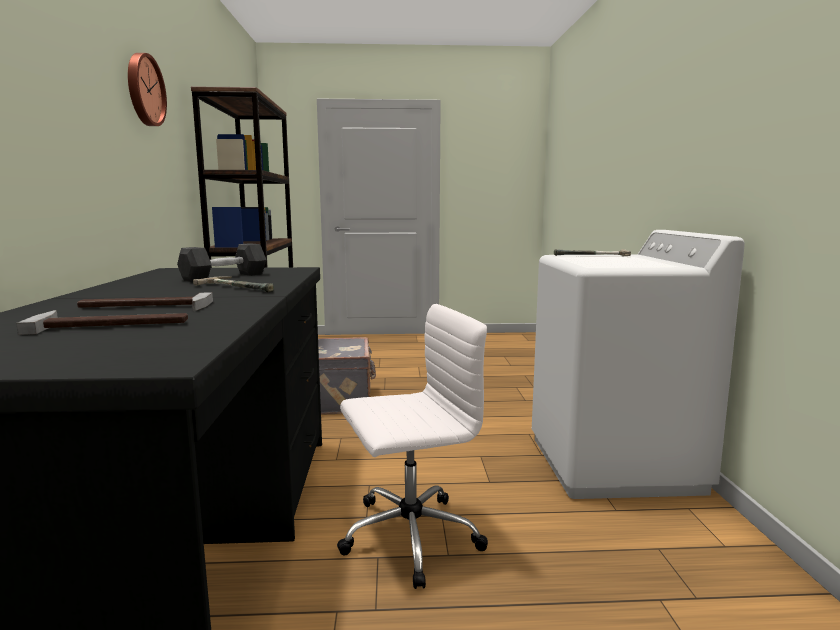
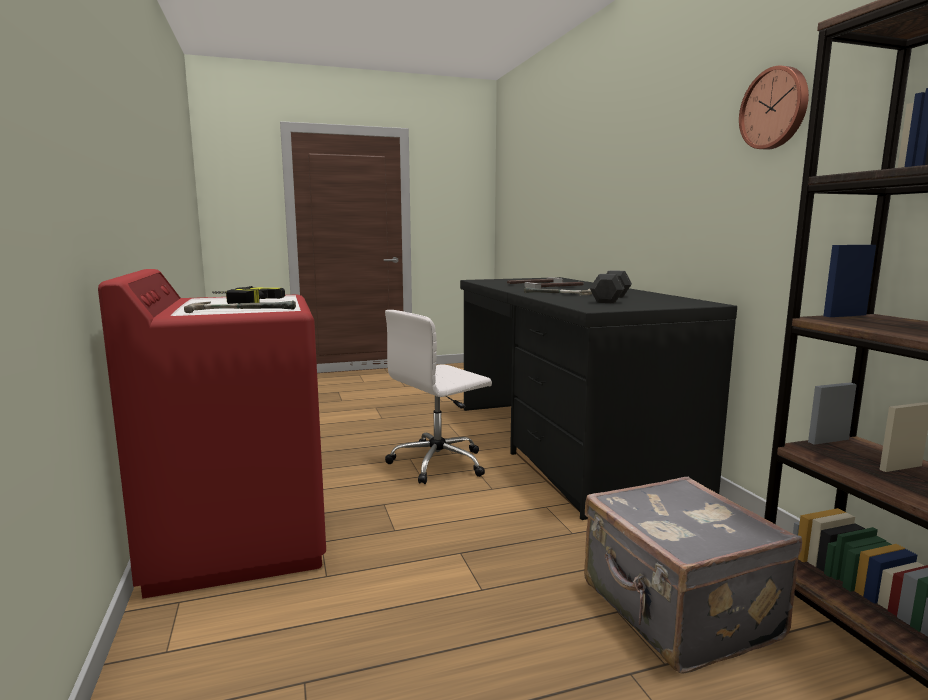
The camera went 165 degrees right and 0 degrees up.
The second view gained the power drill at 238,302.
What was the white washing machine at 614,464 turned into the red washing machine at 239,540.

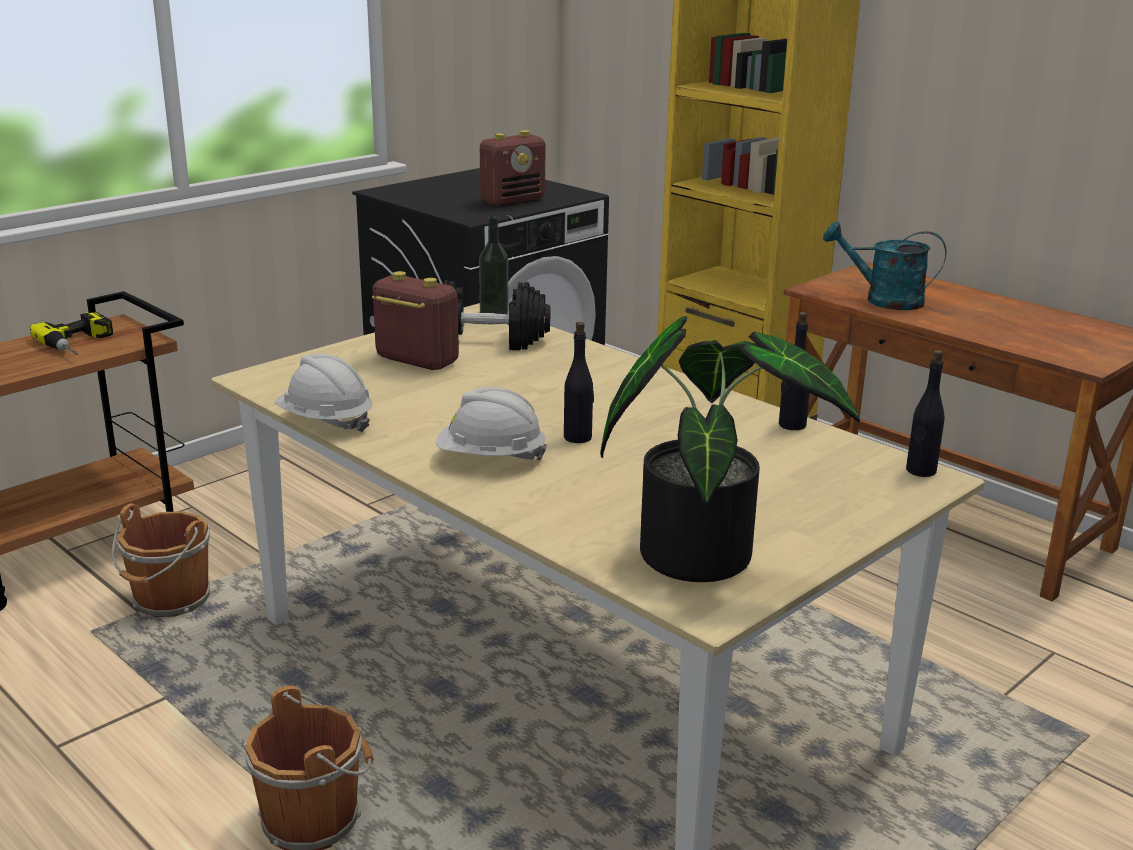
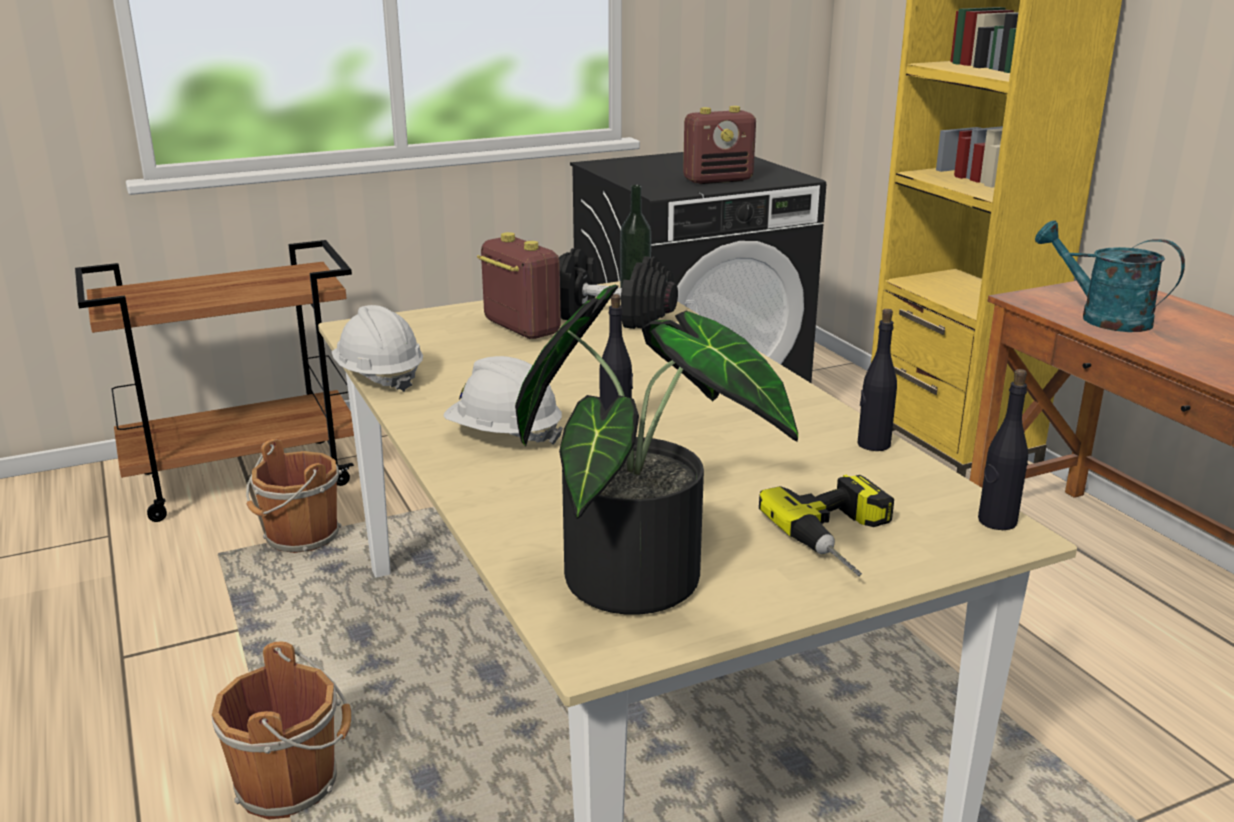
The camera went 20 degrees right and 0 degrees up.
The power drill ended up elsewhere, having gone from 82,344 to 846,538.

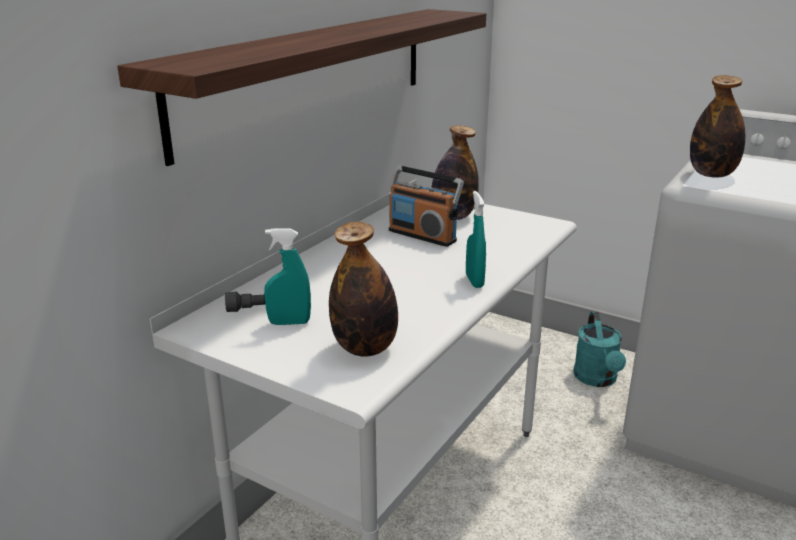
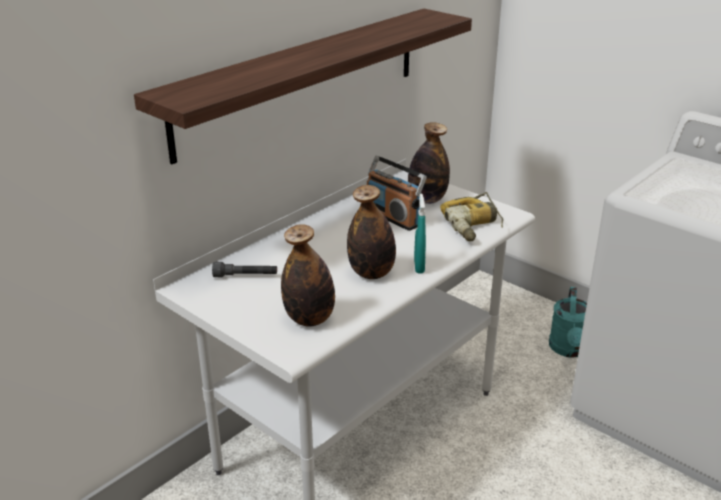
The camera went 10 degrees right and 5 degrees up.
The second view lost the turquoise spray bottle at 289,323.
The second view gained the power drill at 474,225.
The bottle ended up elsewhere, having gone from 711,174 to 371,273.

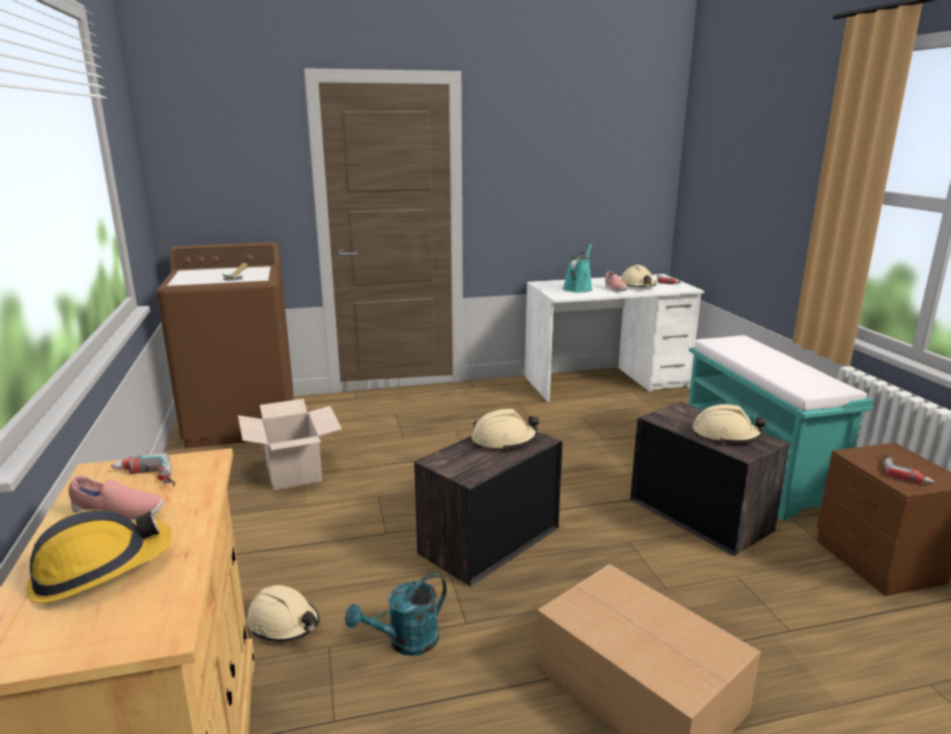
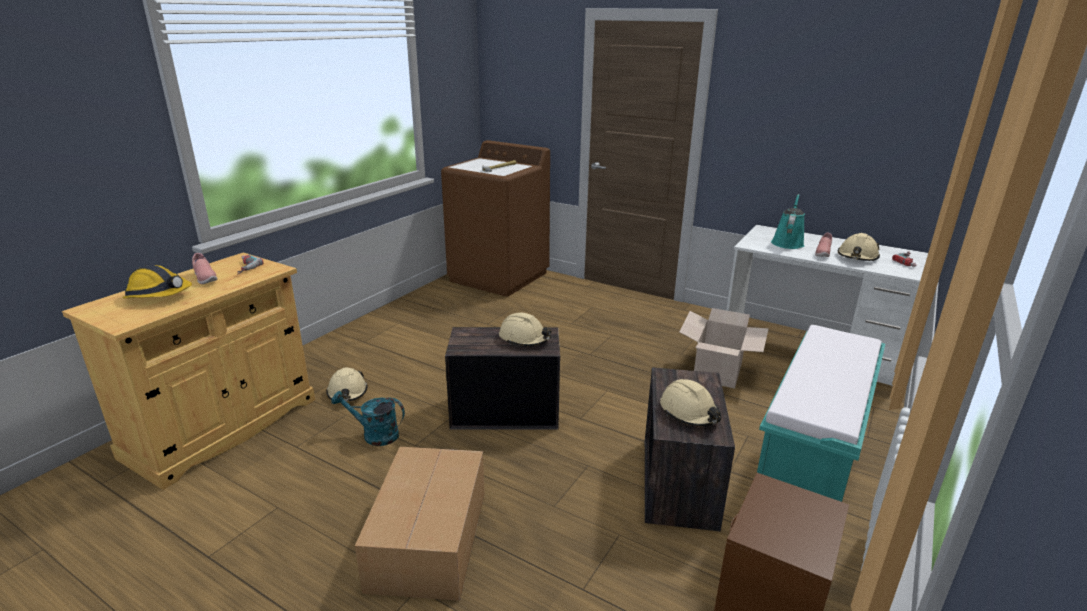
The camera went 45 degrees right and 5 degrees up.
The second view lost the power drill at 905,471.
The cardboard box ended up elsewhere, having gone from 293,471 to 717,371.
The turquoise watering can at 578,288 ended up facing another way, 45 degrees counterclockwise from before.

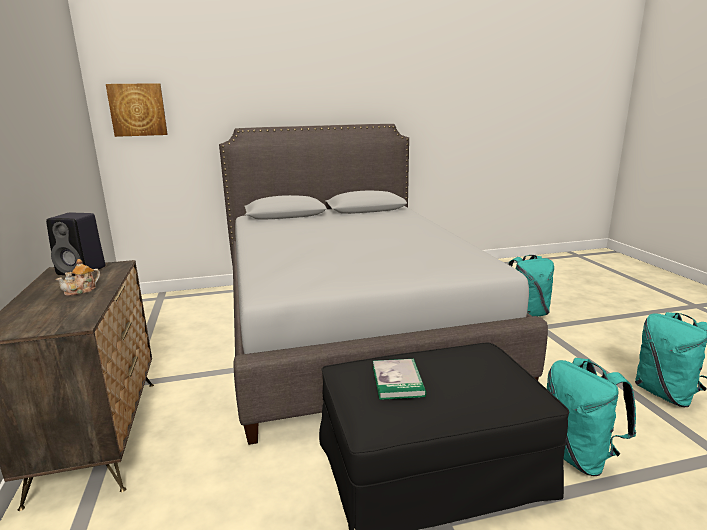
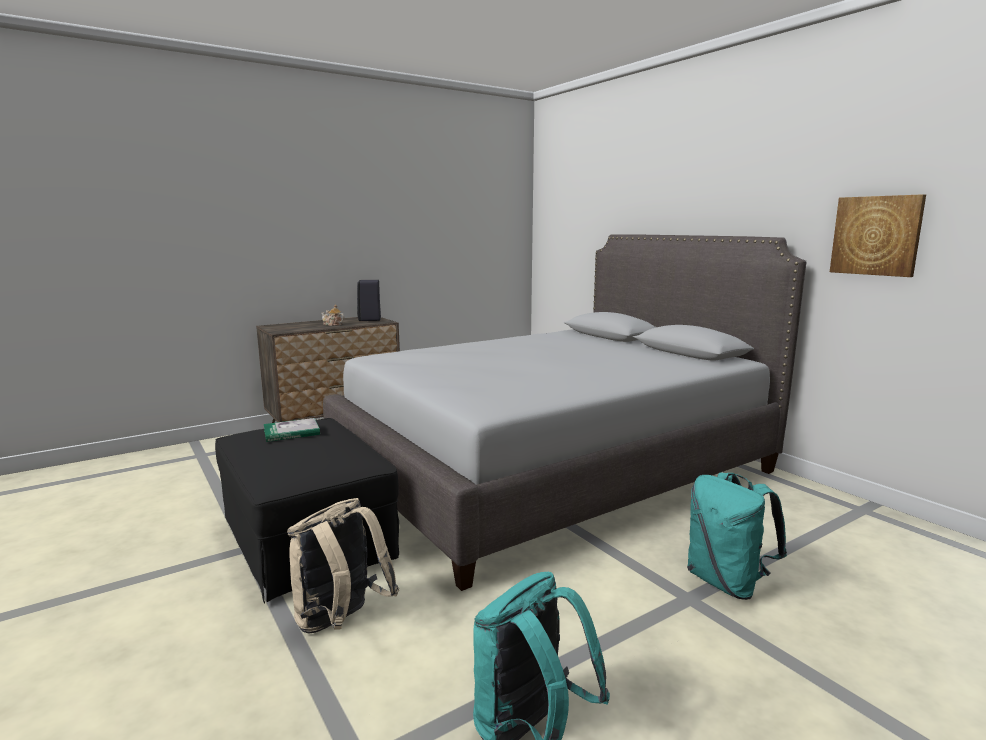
The camera went 70 degrees right and 5 degrees down.
The picture ended up elsewhere, having gone from 138,110 to 876,235.
What was the turquoise backpack at 578,456 turned into the beige backpack at 340,622.

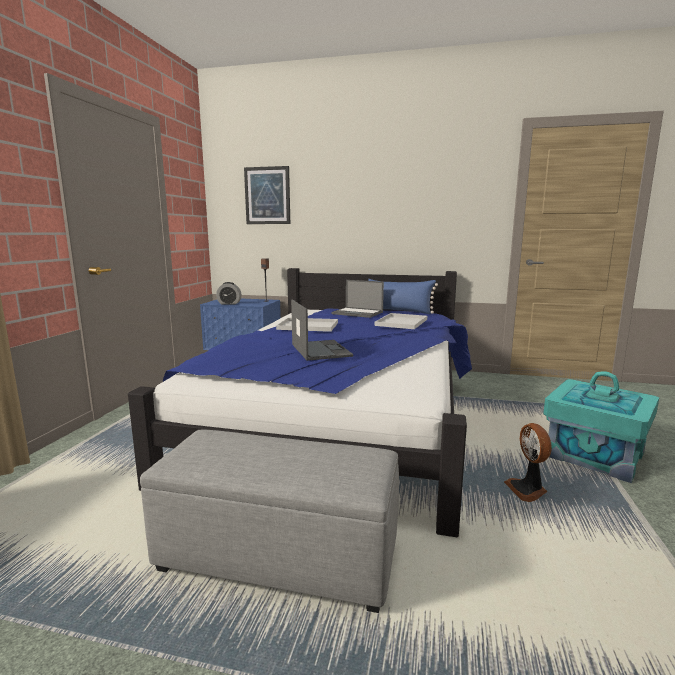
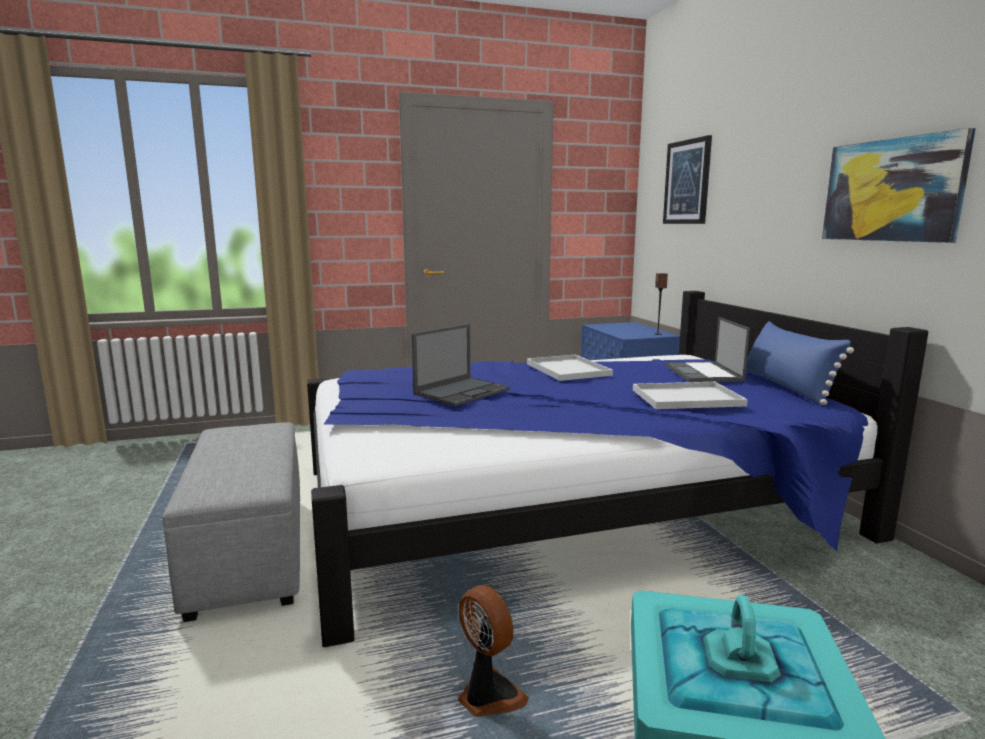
The camera went 60 degrees right and 0 degrees up.
The second view lost the alarm clock at 229,303.
The second view gained the picture at 892,190.
The fan at 527,490 ended up facing another way, 90 degrees clockwise from before.

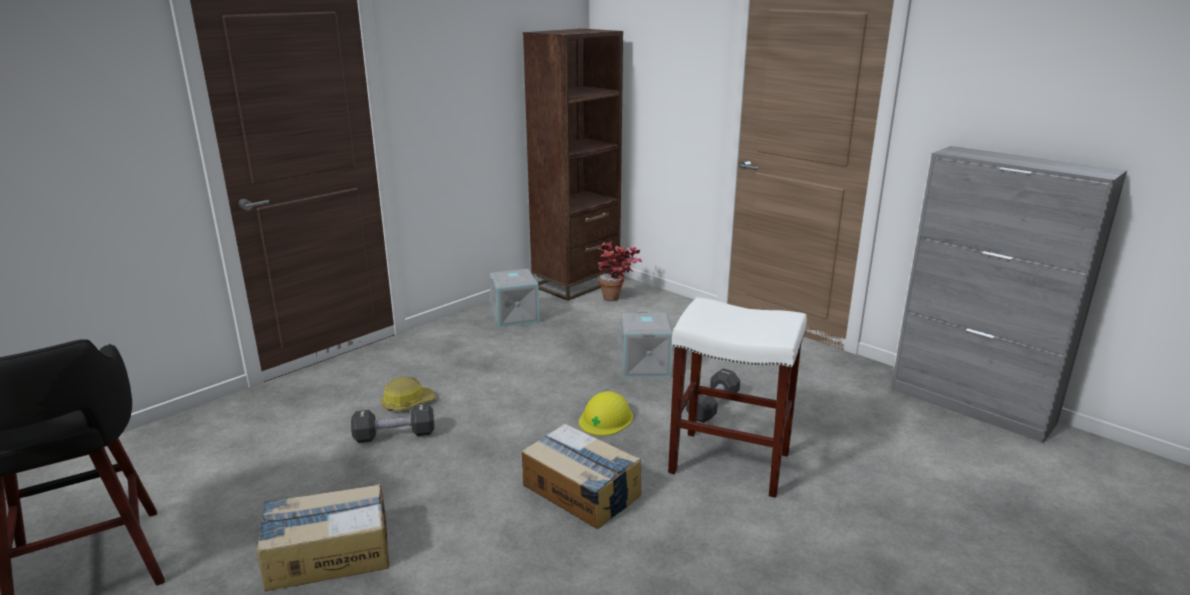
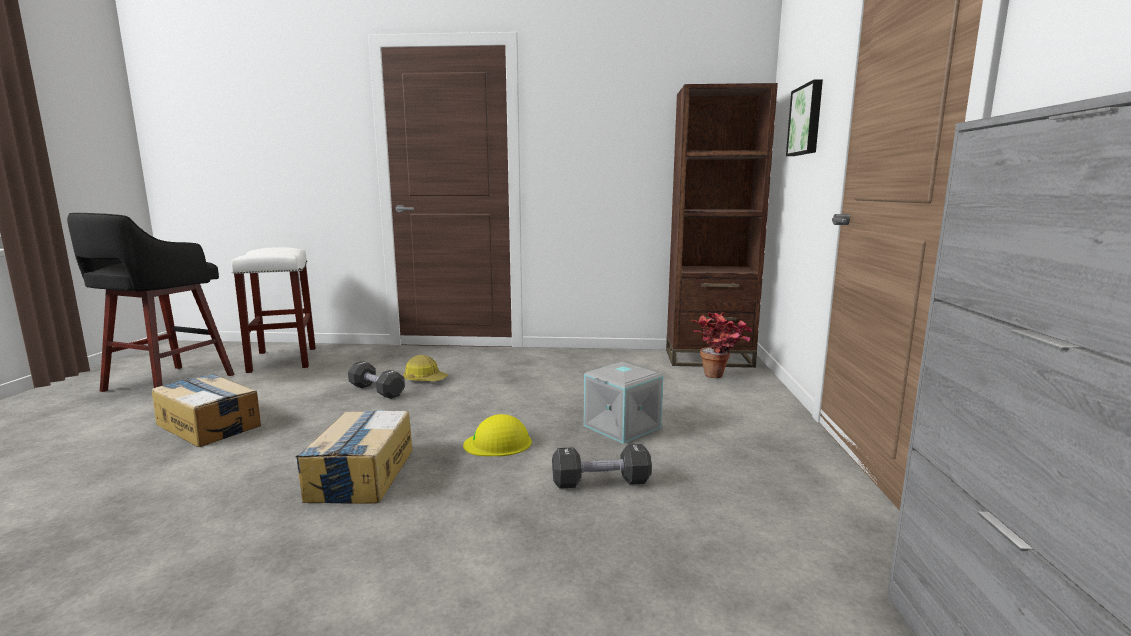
The camera went 50 degrees right and 10 degrees down.
The second view lost the grey storage box at 515,316.
The second view gained the picture at 807,120.
The white stool ended up elsewhere, having gone from 731,462 to 283,360.

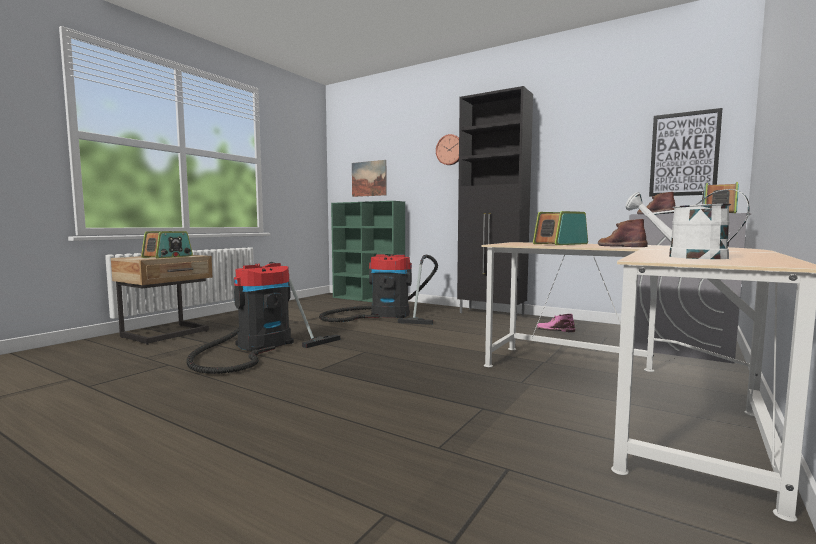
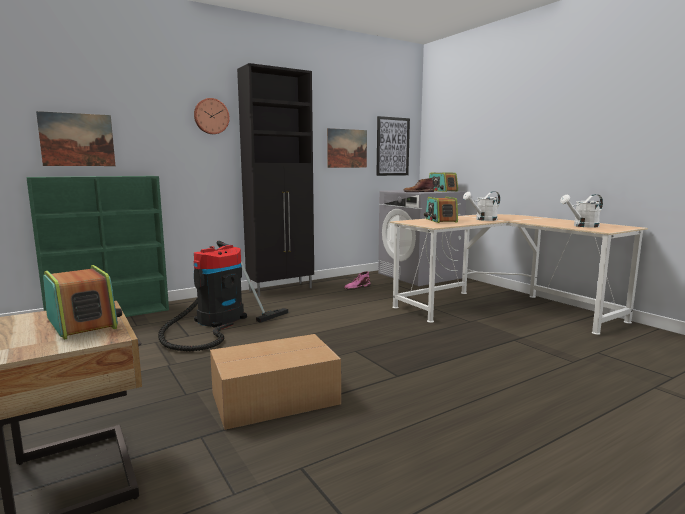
The camera went 65 degrees left and 5 degrees up.
The second view gained the picture at 347,148.
Where the vacuum cleaner stood at 260,346, the cardboard box came to stand at 273,398.
Where the brown boot stood at 621,246, the white watering can came to stand at 483,219.

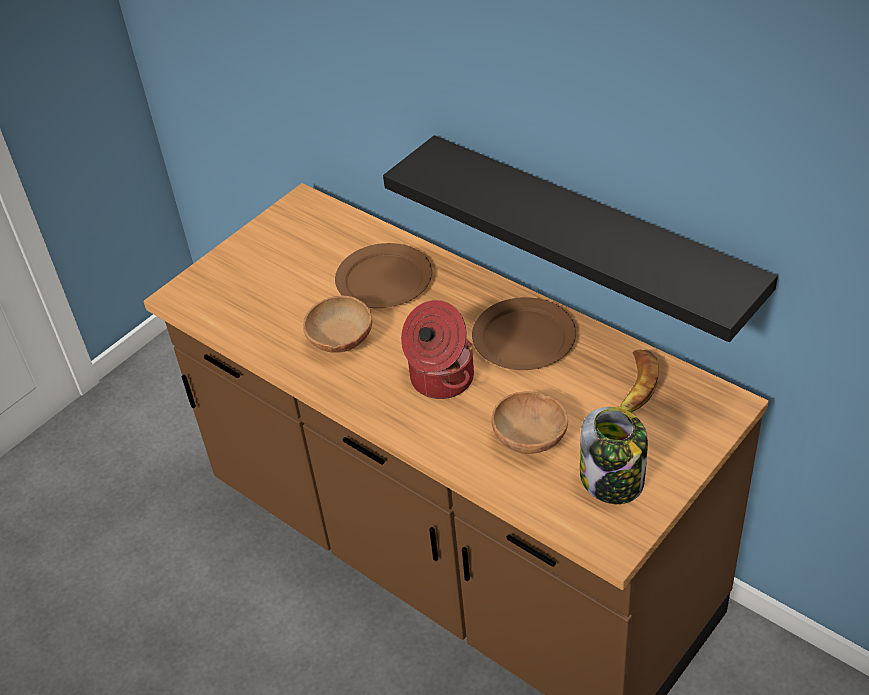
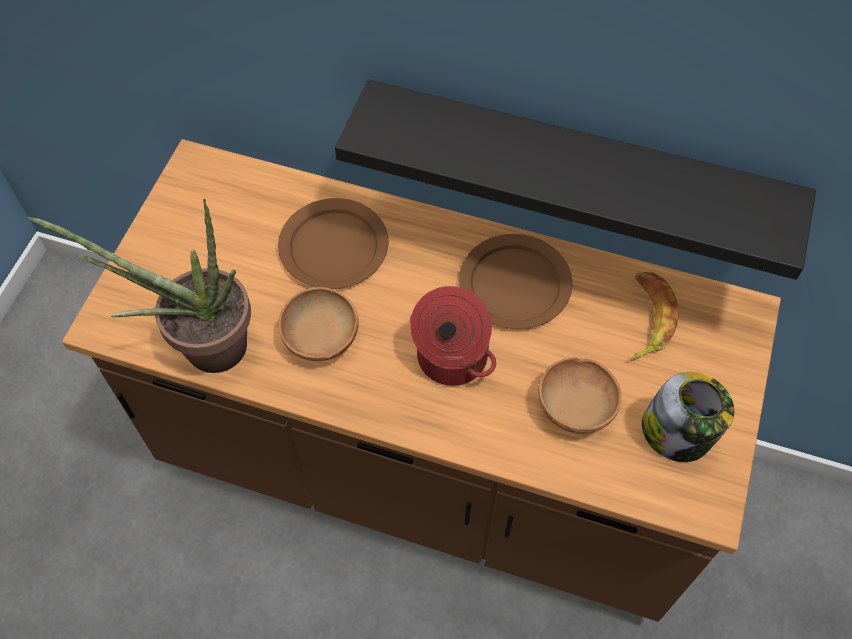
The camera went 25 degrees left and 15 degrees up.
The second view gained the potted plant at 202,347.

